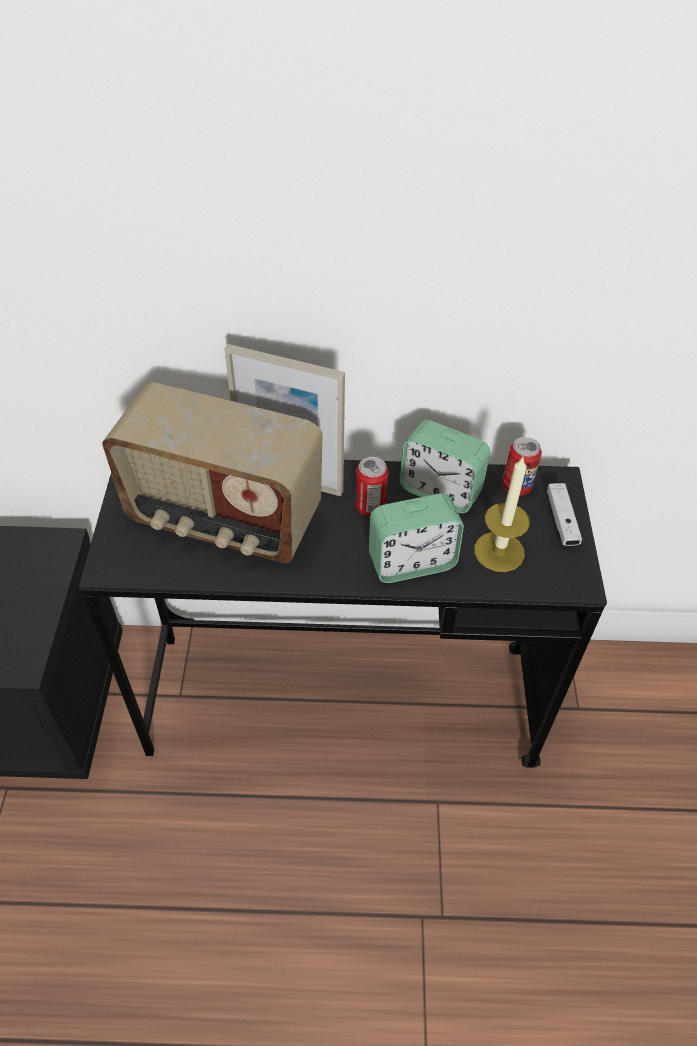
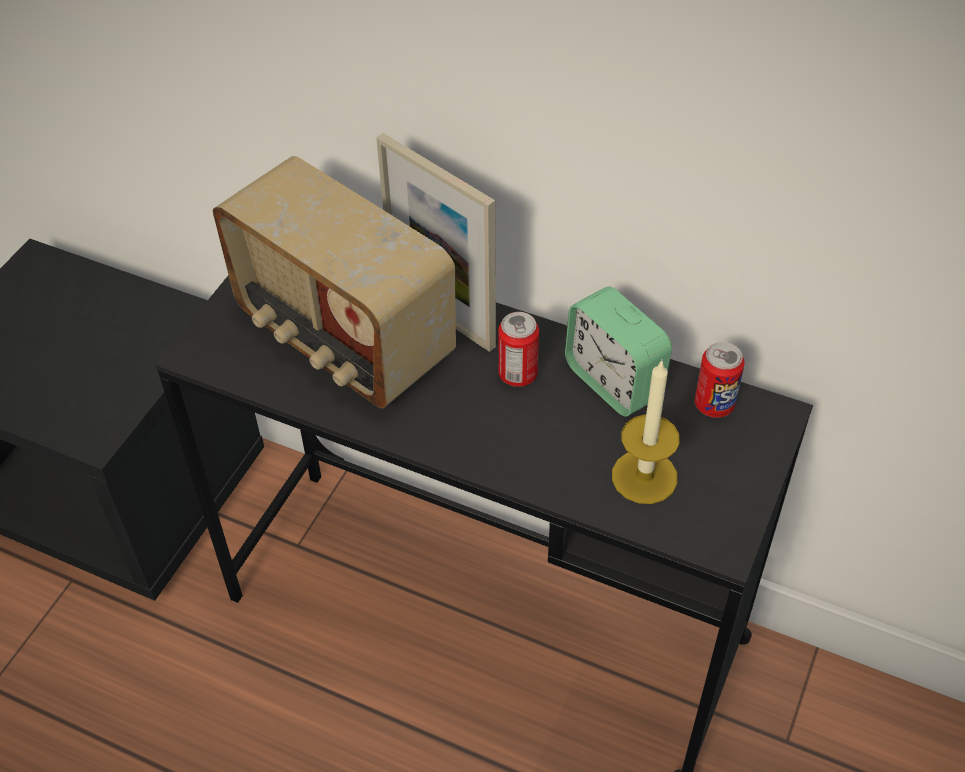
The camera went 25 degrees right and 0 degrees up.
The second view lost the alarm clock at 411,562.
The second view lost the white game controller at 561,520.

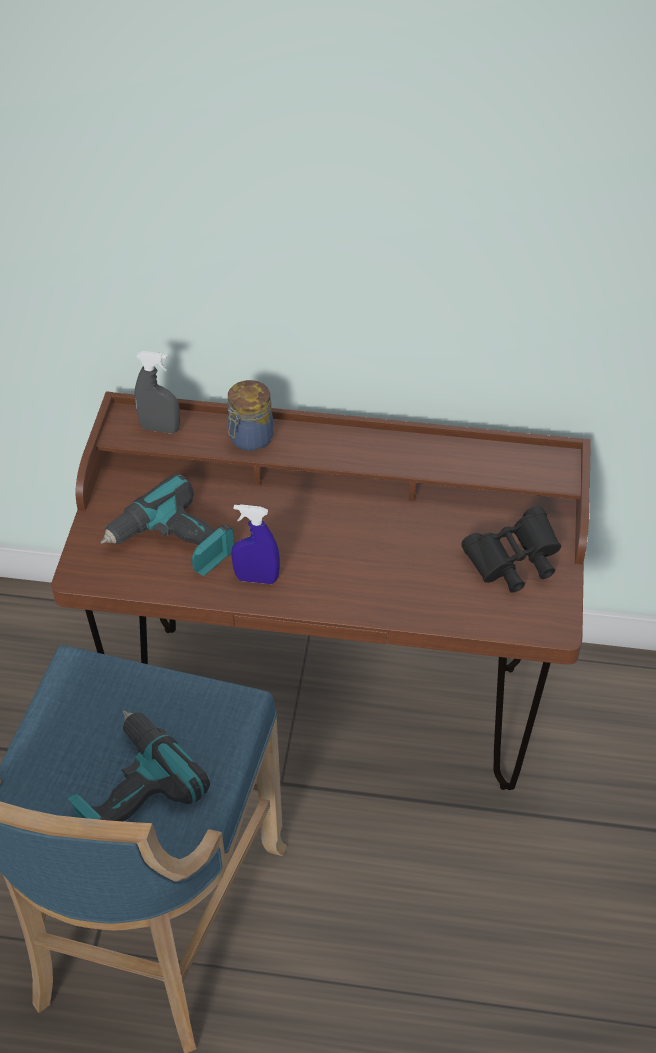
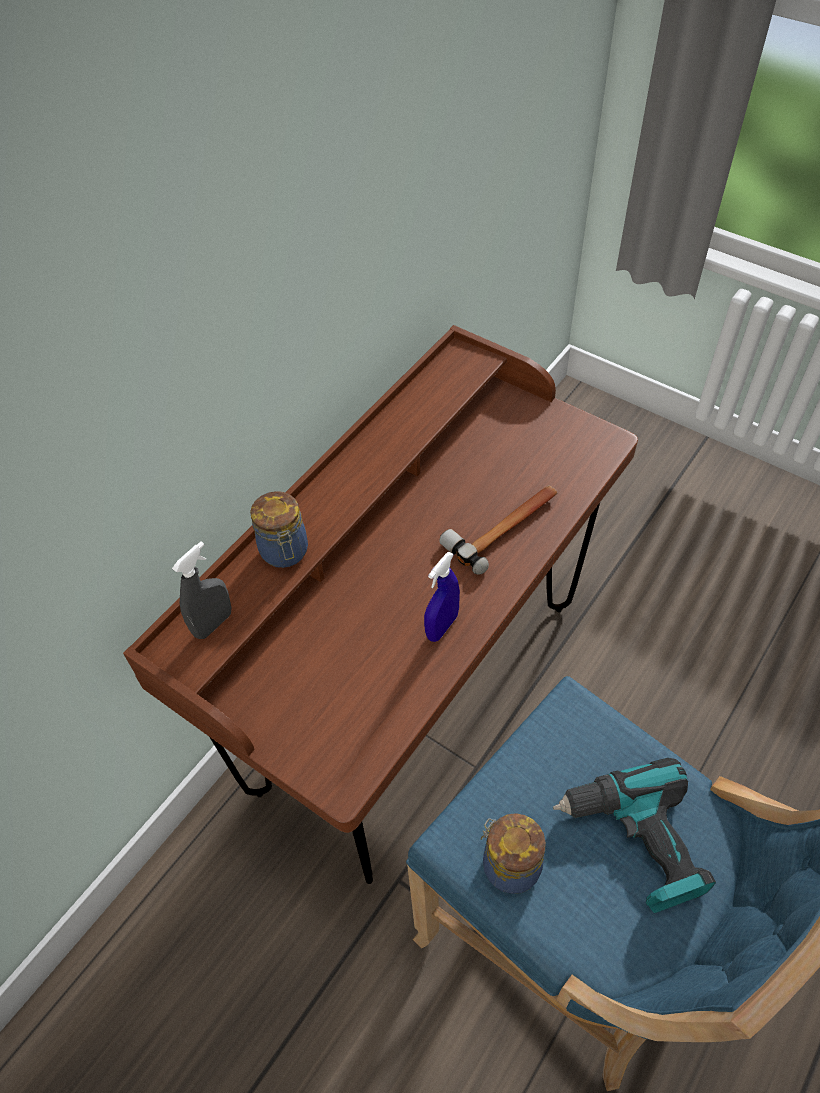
The camera went 60 degrees left and 5 degrees up.
The second view lost the power drill at 173,543.
The second view lost the black binoculars at 513,563.
The second view gained the hammer at 505,527.
The second view gained the jar at 509,864.

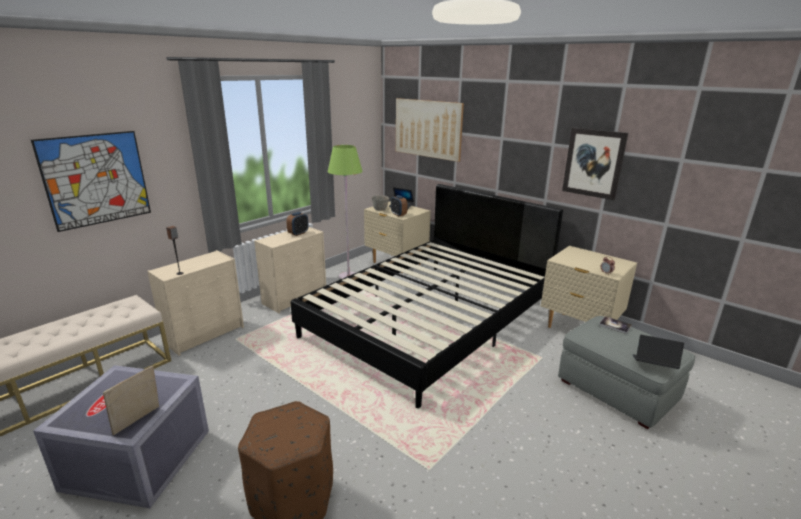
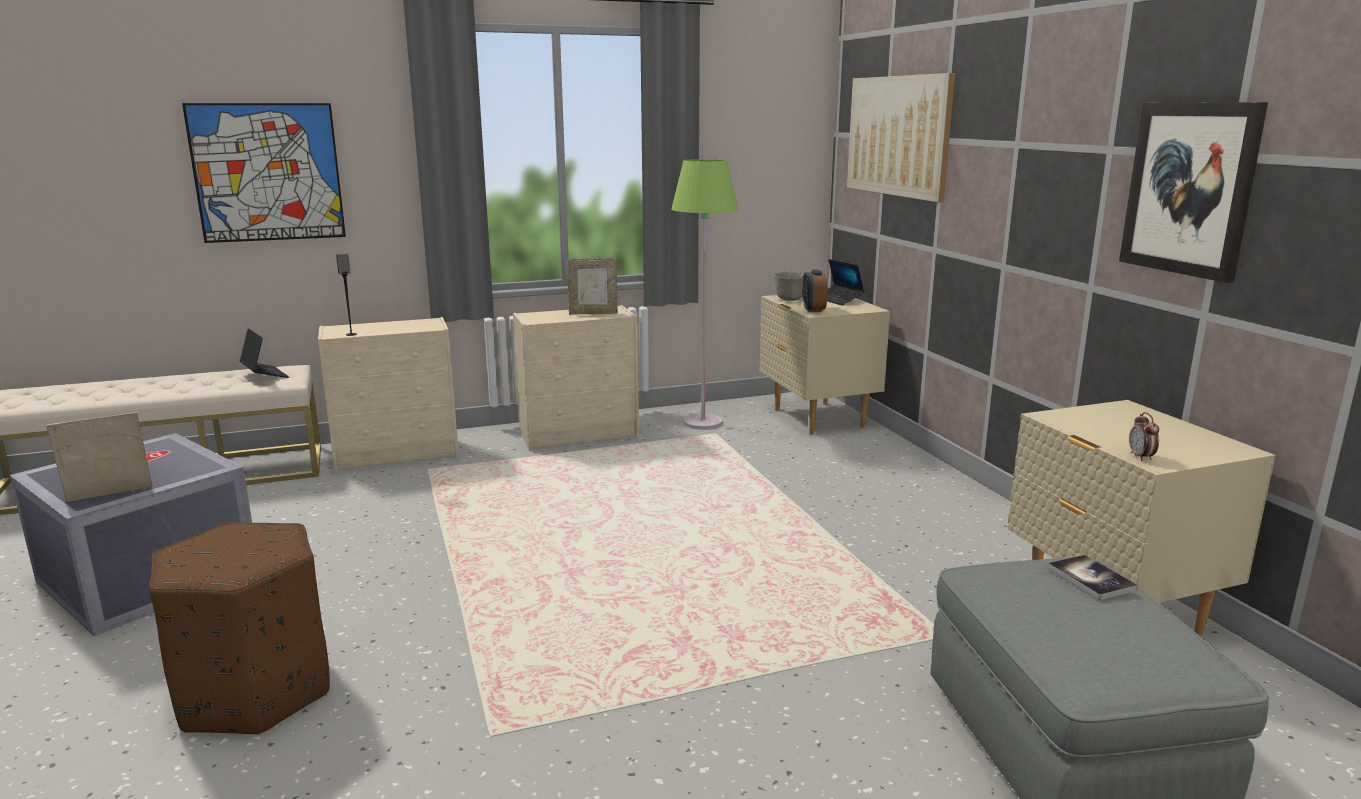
The camera went 30 degrees right and 5 degrees down.
The second view lost the black bed at 430,320.
The laptop ended up elsewhere, having gone from 653,365 to 264,375.
Where the alarm clock stood at 298,233, the picture frame came to stand at 593,313.

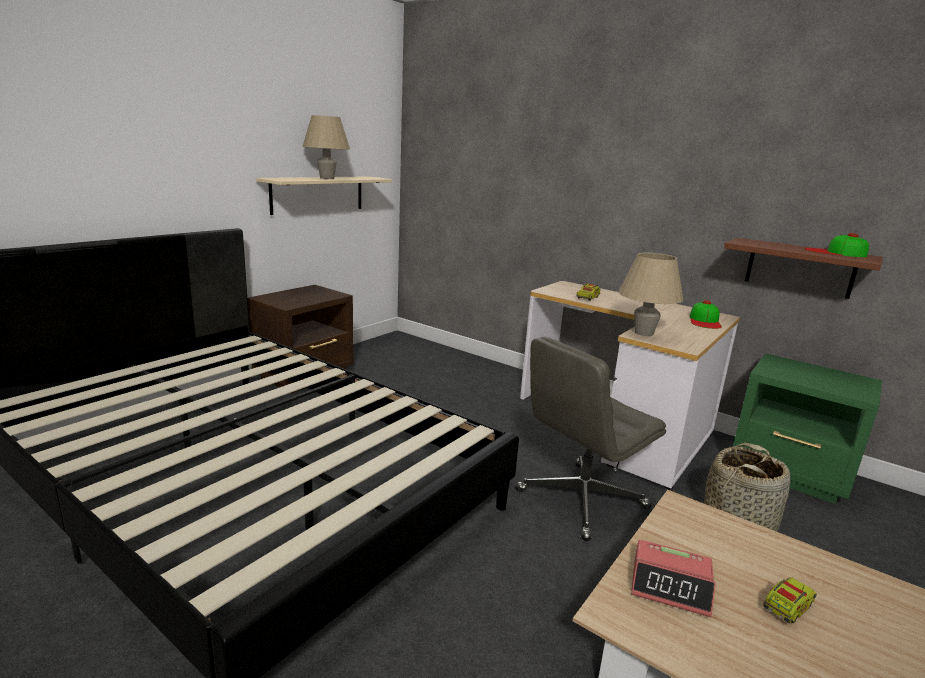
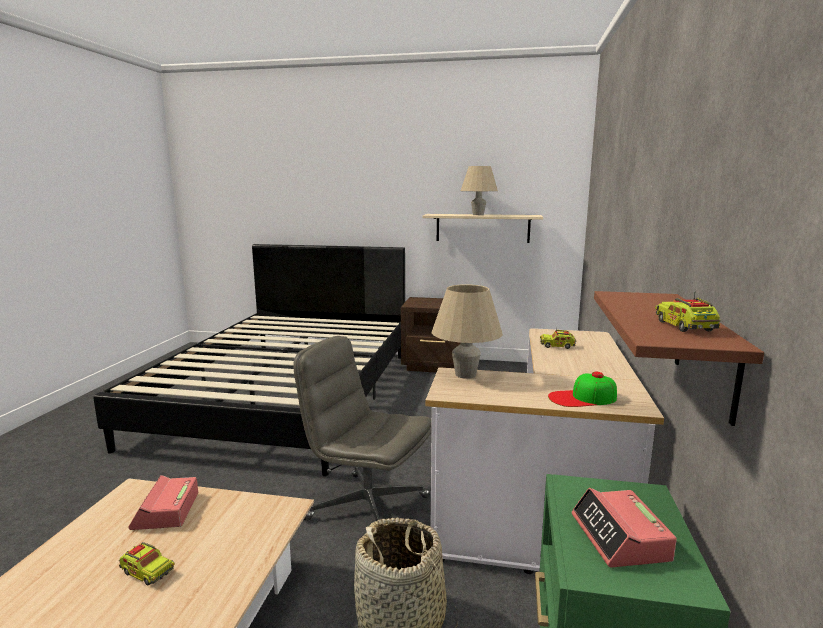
The camera went 65 degrees right and 5 degrees down.
The second view gained the alarm clock at 620,538.
Where the cap stood at 834,252, the toy truck came to stand at 685,326.

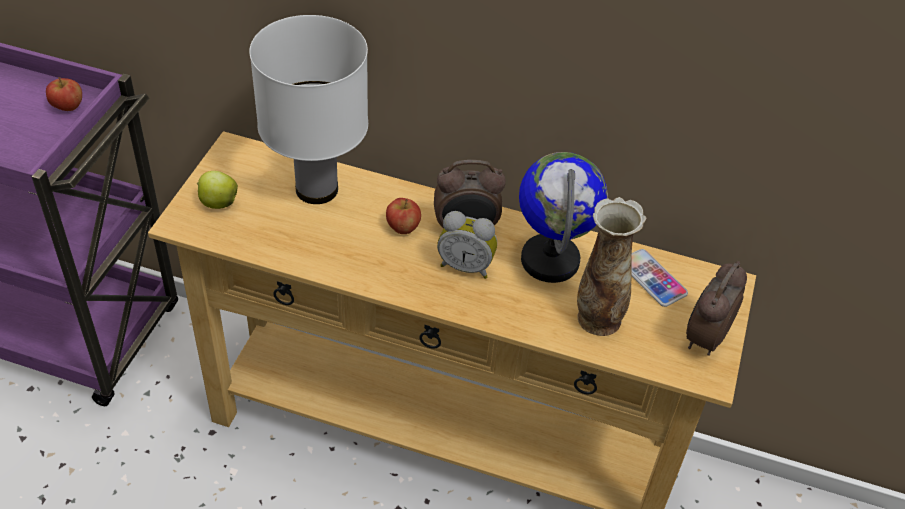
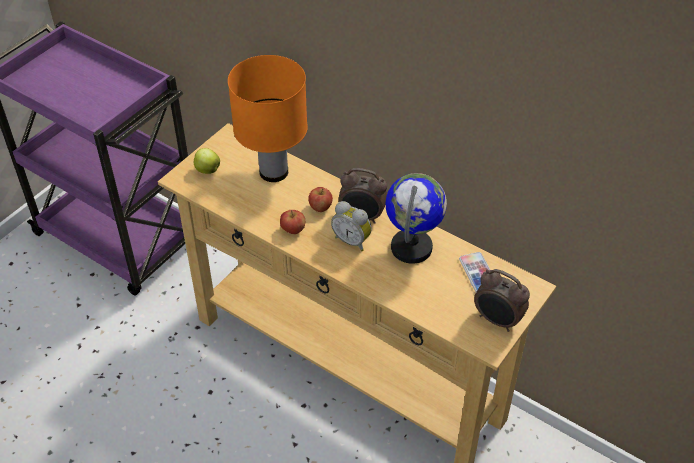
The camera went 20 degrees right and 0 degrees up.
The second view lost the vase at 597,319.
The apple ended up elsewhere, having gone from 68,107 to 293,230.
What was the white table lamp at 318,190 turned into the orange table lamp at 274,172.
The alarm clock at 704,338 ended up facing another way, 105 degrees counterclockwise from before.

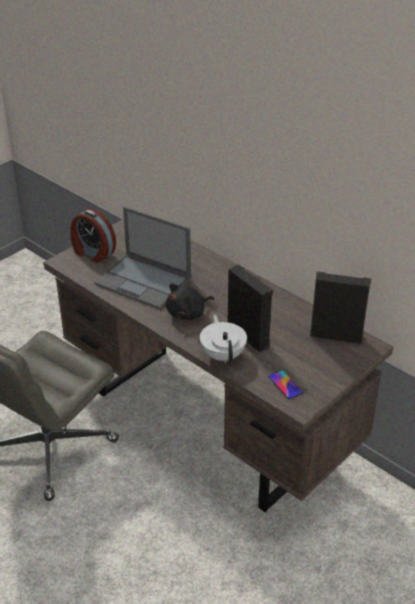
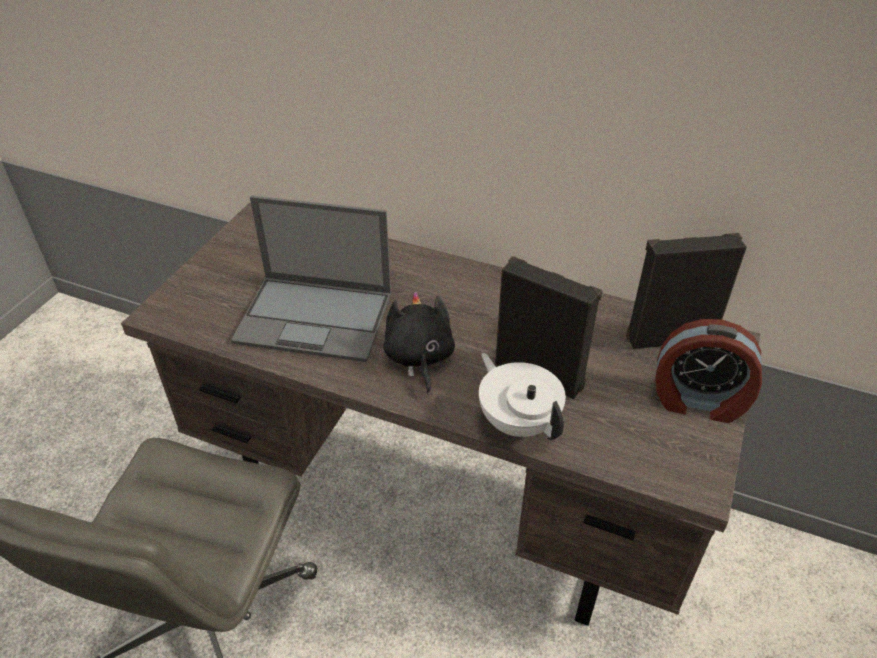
The camera went 20 degrees left and 5 degrees up.
The second view lost the phone at 285,385.
The alarm clock ended up elsewhere, having gone from 93,253 to 698,401.
The black plush toy at 188,313 ended up facing another way, 135 degrees clockwise from before.

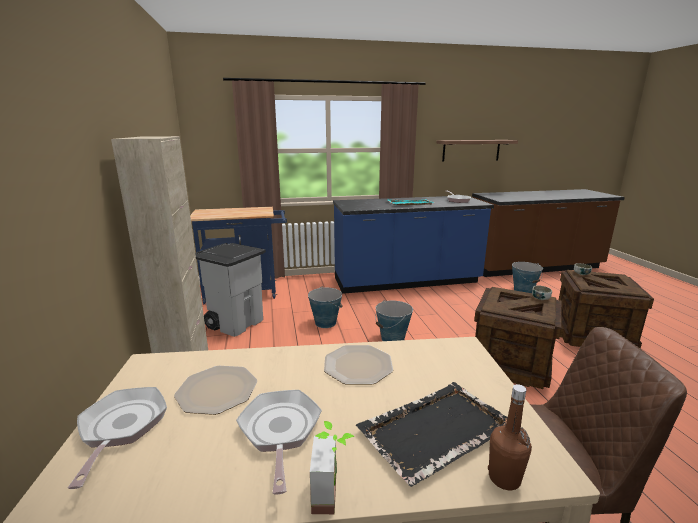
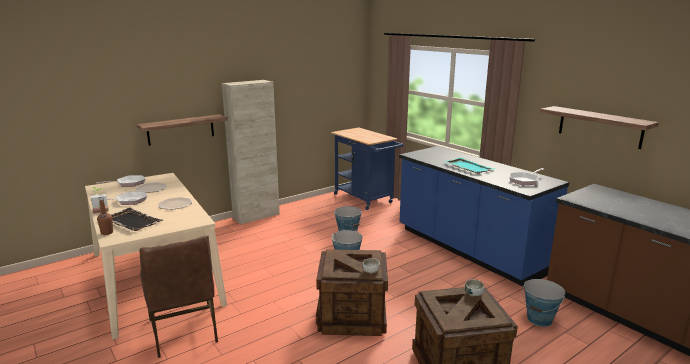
The camera went 65 degrees right and 0 degrees up.
The second view lost the grey trash can at 236,323.
The second view gained the shelf at 181,129.

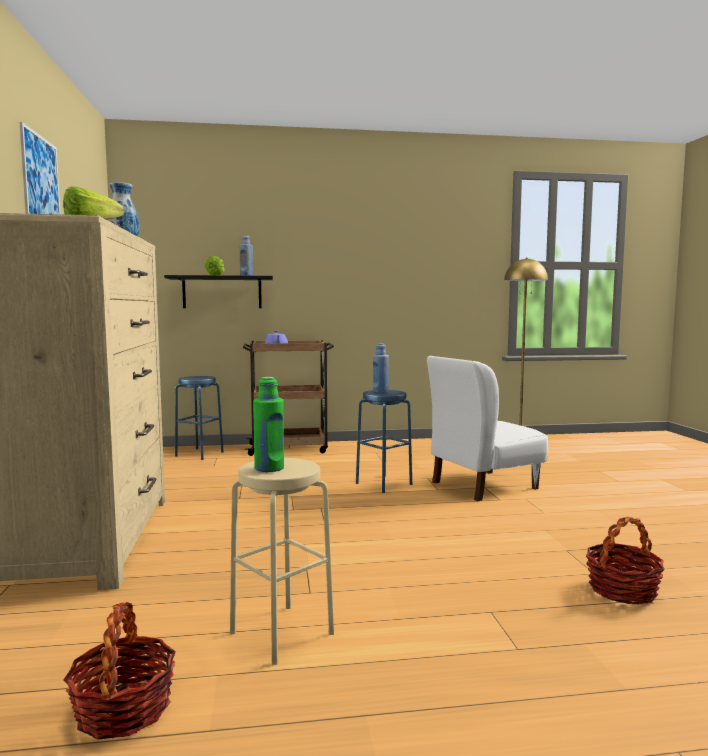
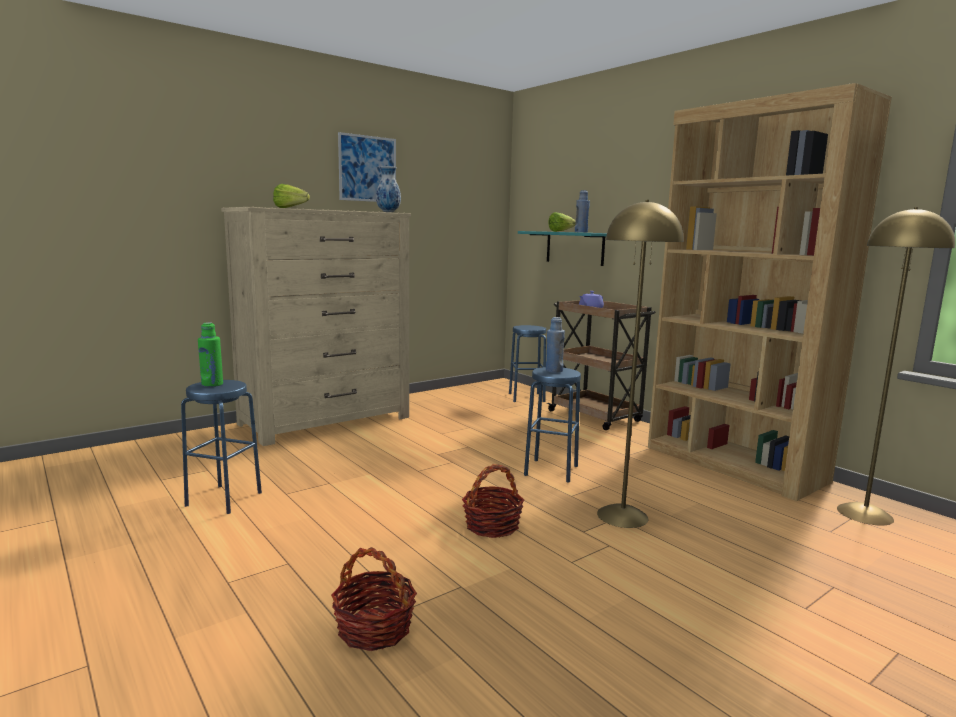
The camera went 60 degrees right and 5 degrees up.
The second view gained the brown bookcase at 733,464.
The basket ended up elsewhere, having gone from 123,709 to 492,525.
Where the white chair stood at 483,485, the yellow floor lamp came to stand at 622,515.
What was the black shelf at 222,292 turned into the turquoise shelf at 574,248.
What was the beige stool at 281,633 turned into the blue stool at 224,499.

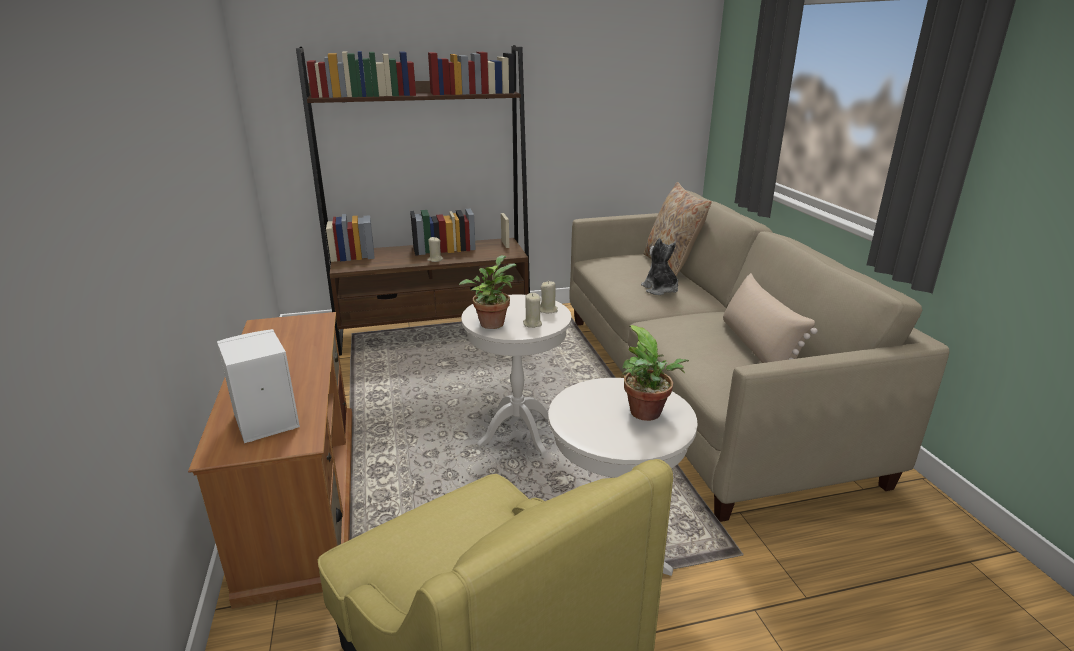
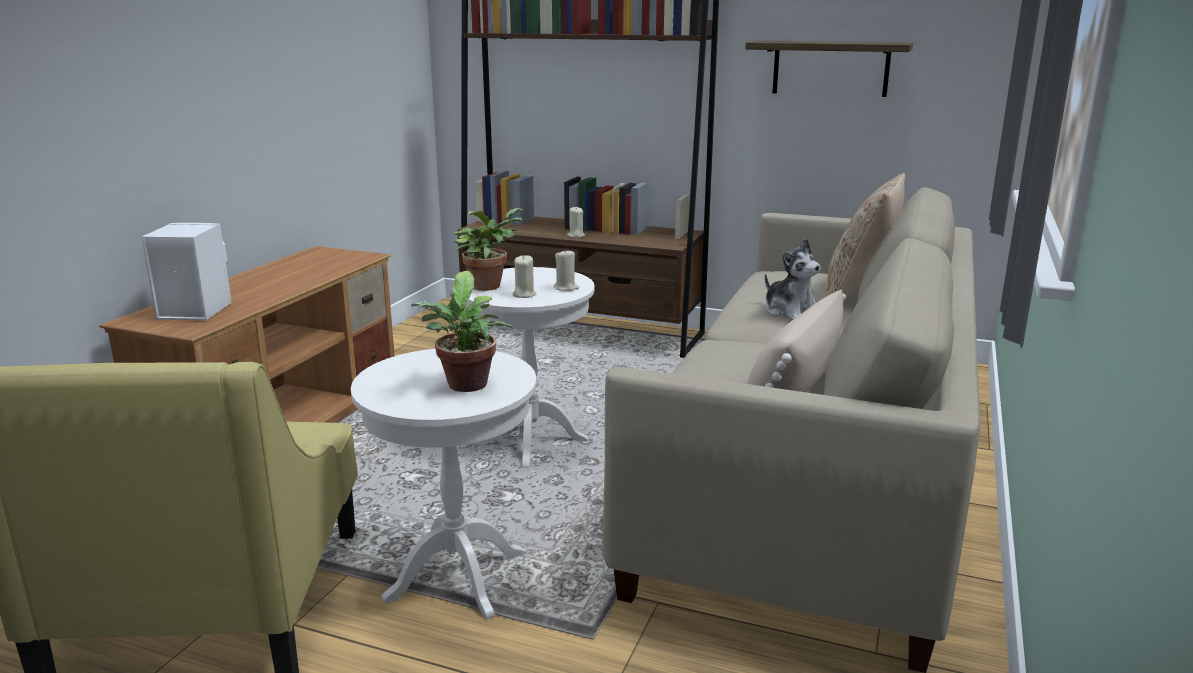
The camera went 35 degrees right and 5 degrees down.
The second view gained the shelf at 830,68.
The plush toy at 660,289 ended up facing another way, 135 degrees clockwise from before.

